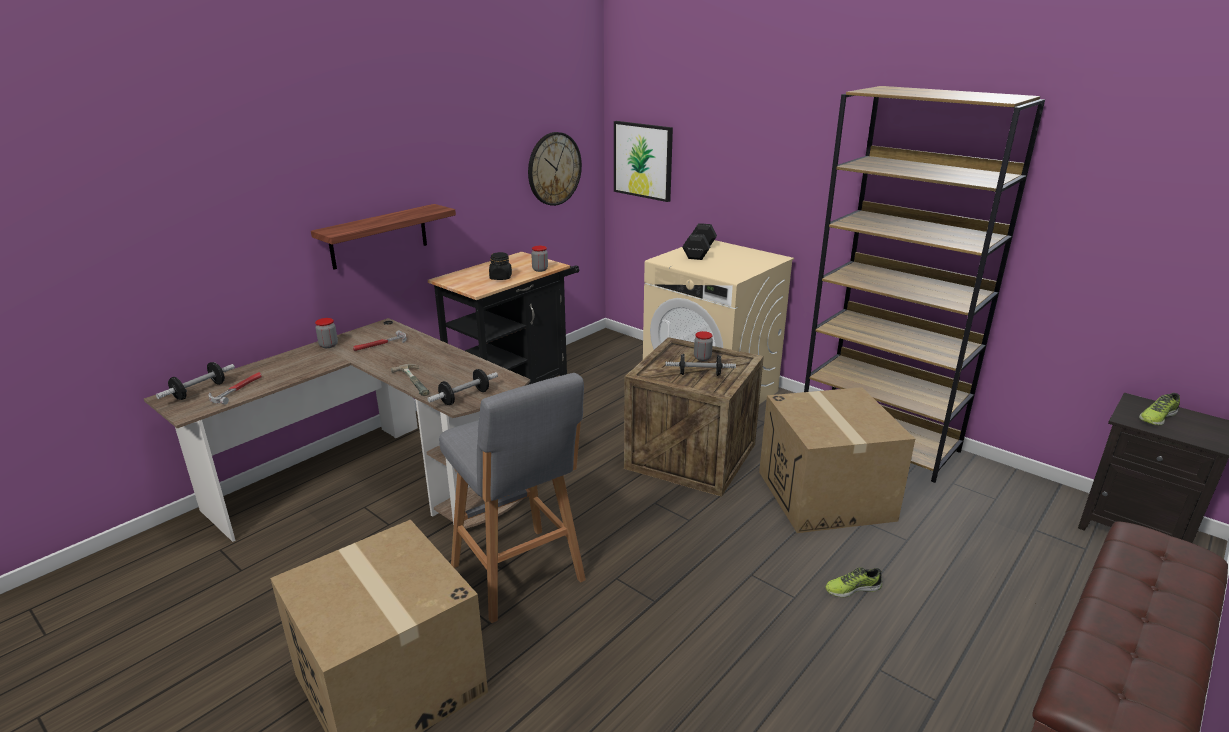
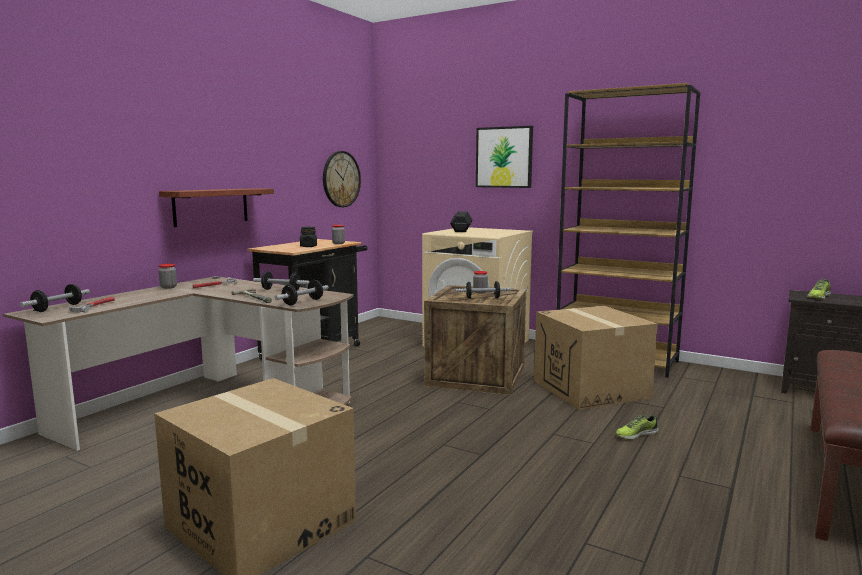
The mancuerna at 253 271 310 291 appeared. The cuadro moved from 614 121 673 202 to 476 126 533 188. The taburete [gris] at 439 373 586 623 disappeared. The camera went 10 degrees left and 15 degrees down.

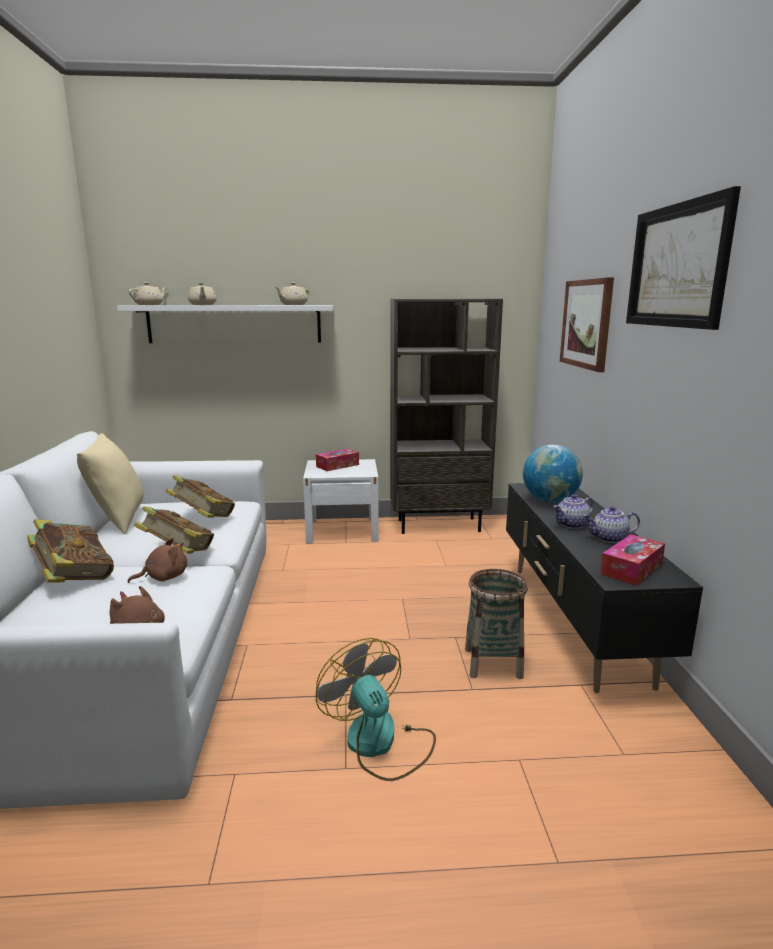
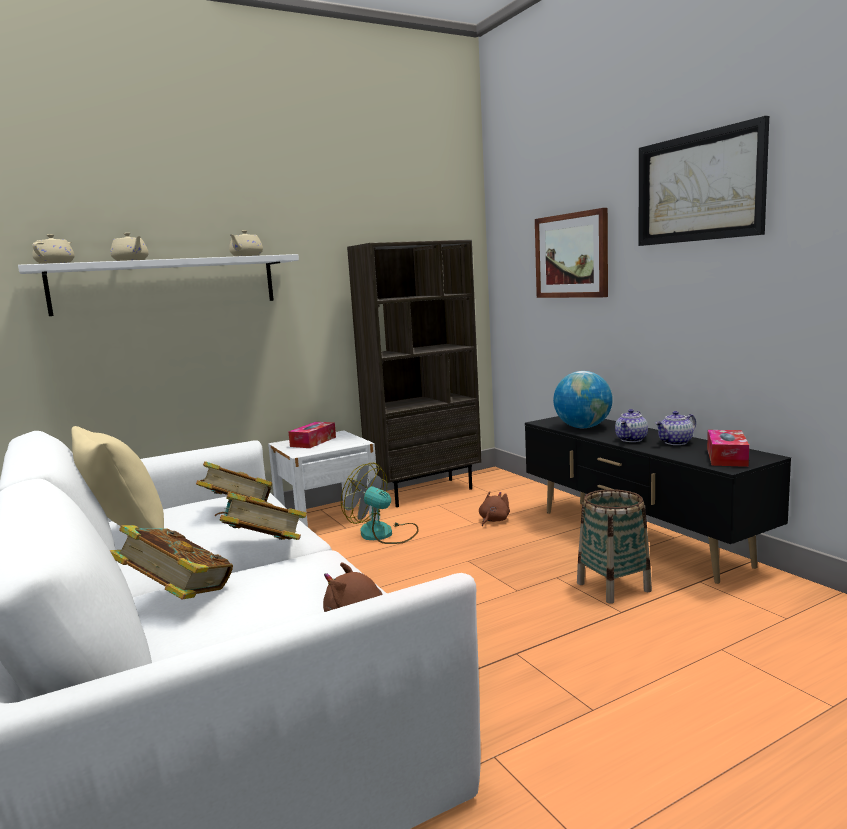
The ventilador moved from 316 638 436 781 to 341 463 419 544. The peluche [marrón] moved from 128 538 187 583 to 479 491 510 526. The camera went 25 degrees left and 5 degrees down.

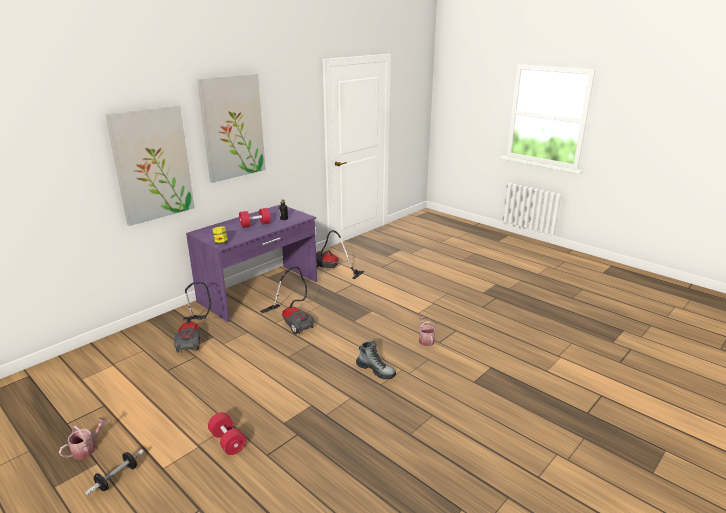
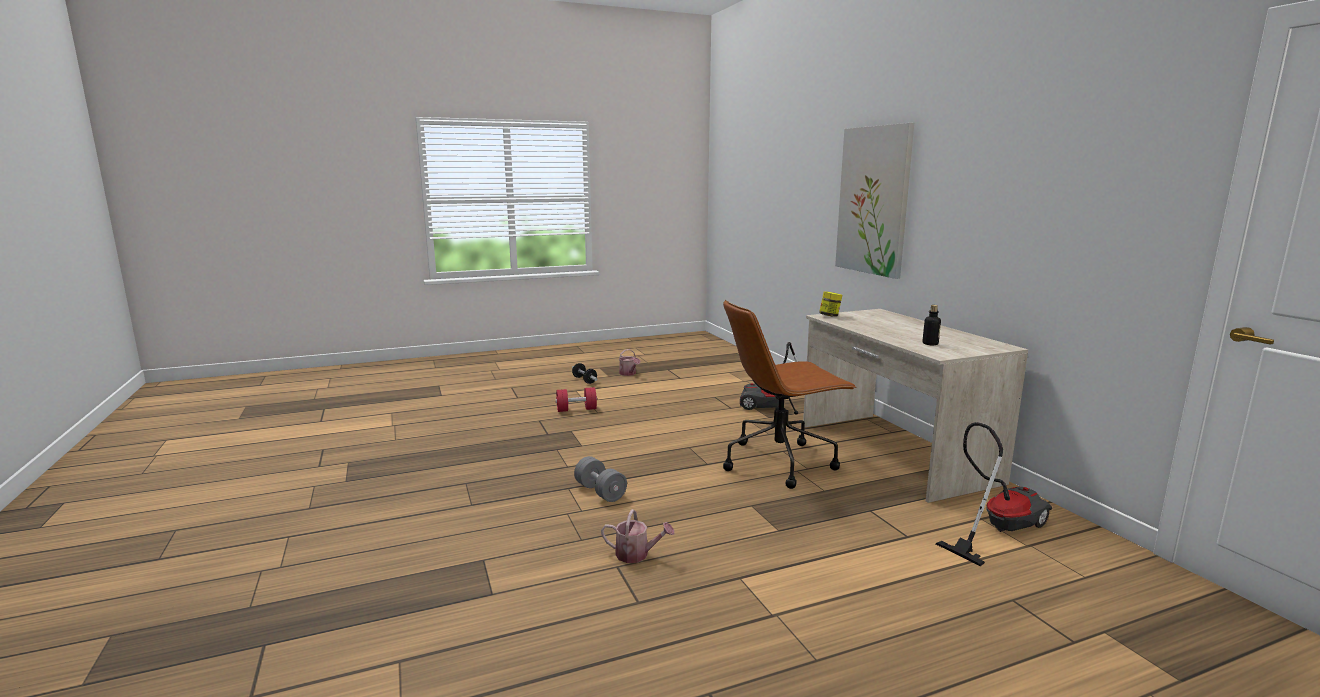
The bota at 356 340 396 379 was replaced by the mancuerna [gris] at 574 456 627 502. The aspiradora at 260 266 314 334 was replaced by the silla de oficina [marrón] at 723 300 857 489. The escritorio [morado] at 186 204 317 322 became the escritorio [beis] at 803 309 1028 503. The cuadro at 197 74 266 183 disappeared. The mancuerna [rojo] at 239 208 270 228 disappeared. The camera went 115 degrees right and 10 degrees down.

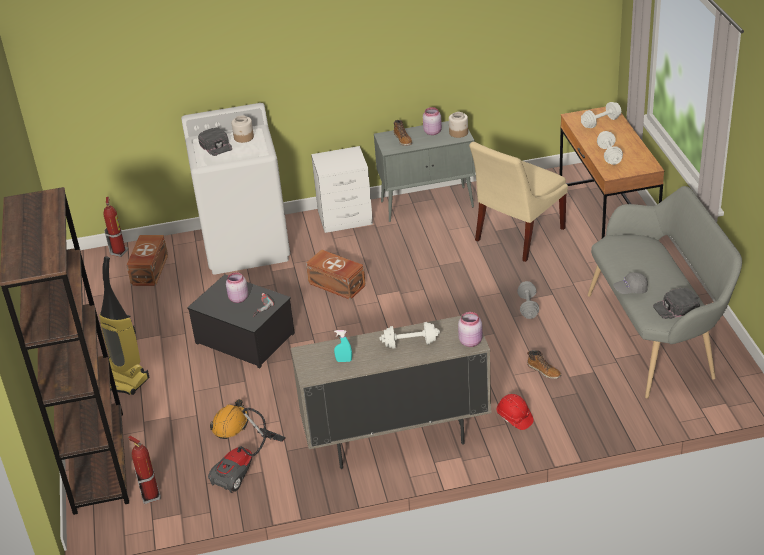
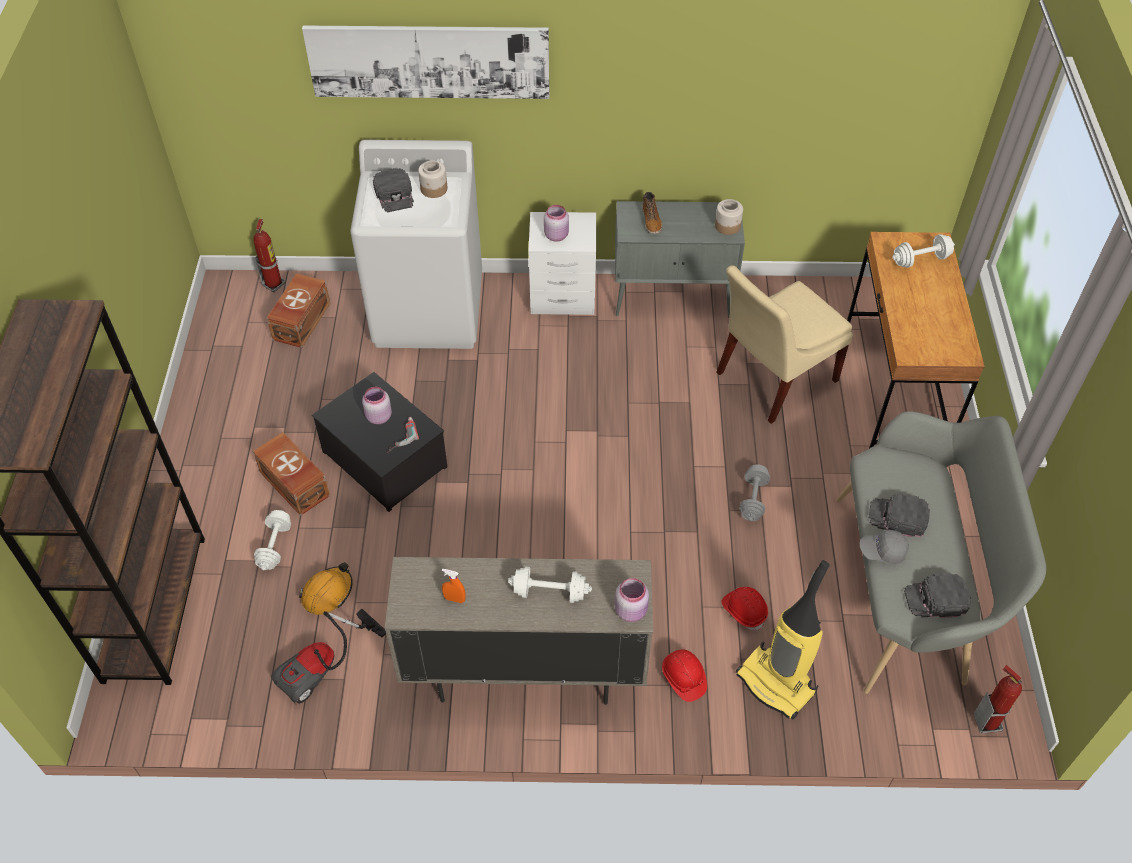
The caja de almacenaje [marrón] moved from 306 250 366 300 to 253 432 330 516. The mancuerna [blanco] moved from 597 131 623 165 to 254 510 291 570. The cuadro at 302 25 550 99 appeared. The pulverizador [turquesa] at 334 330 352 362 became the pulverizador [naranja] at 442 569 466 603. The tarro [rosa] moved from 423 107 442 135 to 544 205 569 242. The bota at 527 350 561 379 was replaced by the casco [rojo] at 721 587 768 630. The aspiradora moved from 99 256 149 395 to 736 560 830 720. The gorra [negro] at 869 493 930 537 appeared. The extintor moved from 128 435 161 504 to 974 665 1022 733. The camera went 10 degrees right and 15 degrees up.

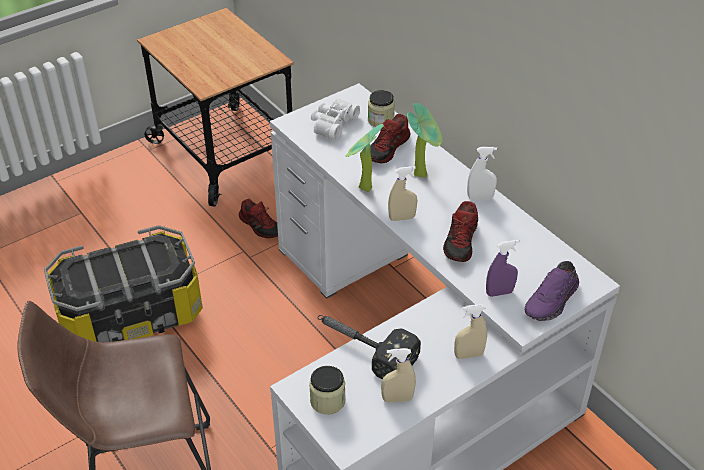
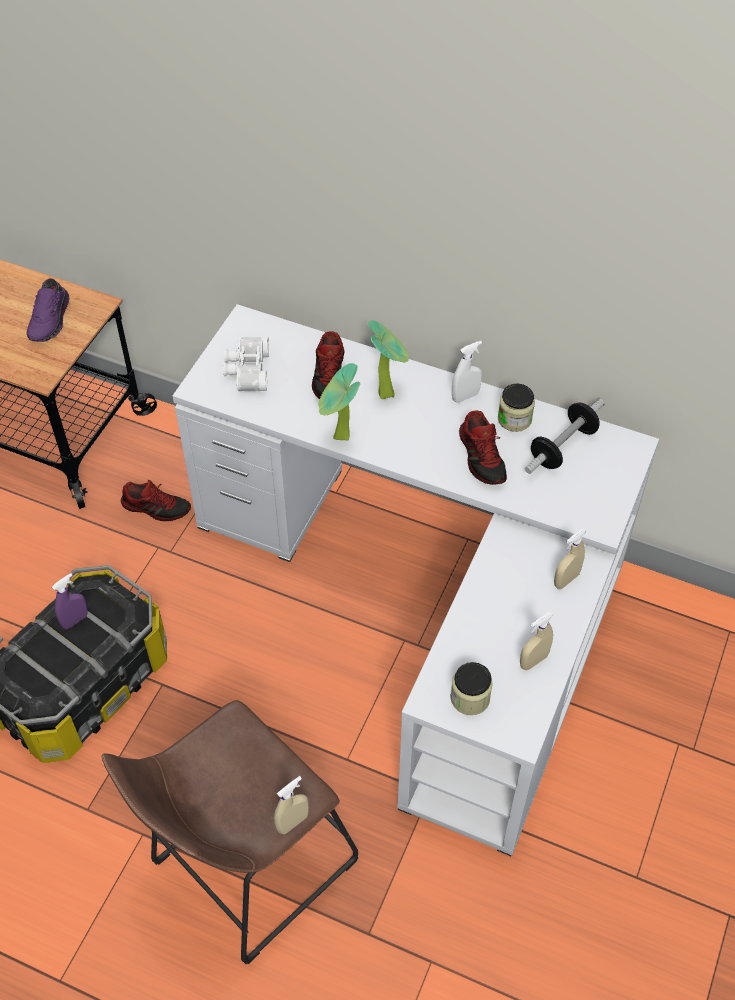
The zapato [morado] moved from 525 261 579 321 to 27 278 69 342. The pulverizador [morado] moved from 486 240 519 297 to 52 573 88 629. The pulverizador [beis] moved from 388 166 417 221 to 274 776 309 834. The tarro moved from 368 90 395 127 to 498 383 535 432. The mancuerna at 525 399 604 474 appeared. The martillo at 318 315 421 379 disappeared. The camera went 30 degrees left and 10 degrees up.

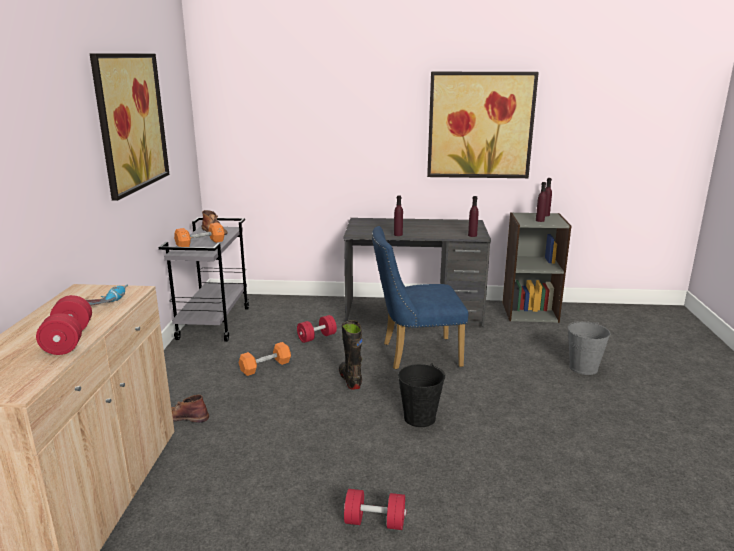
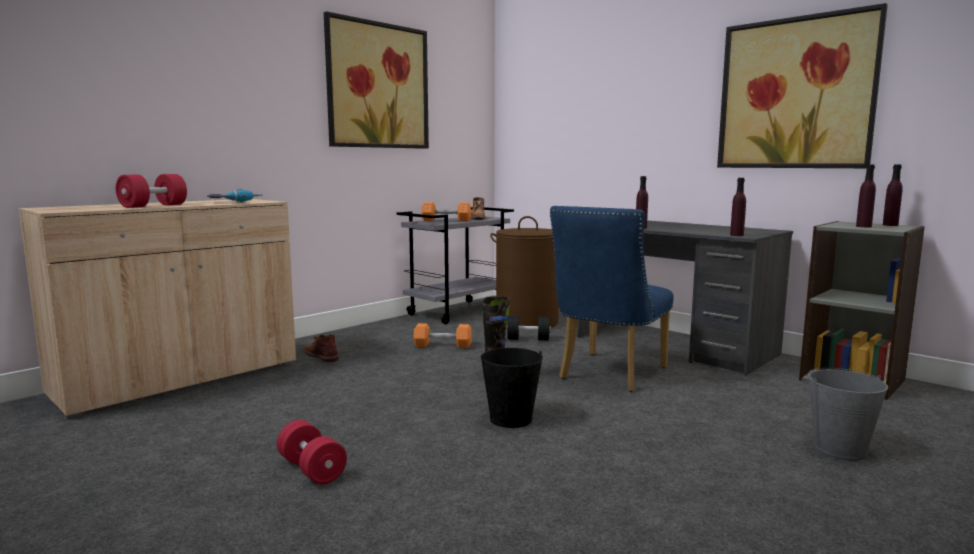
The cesto de la ropa [marrón] at 490 216 559 328 appeared. The mancuerna [rojo] at 297 315 337 343 became the mancuerna [negro] at 506 316 551 340. The silla [azul] at 372 226 468 370 turned 90 degrees counterclockwise. The camera went 40 degrees right and 10 degrees down.

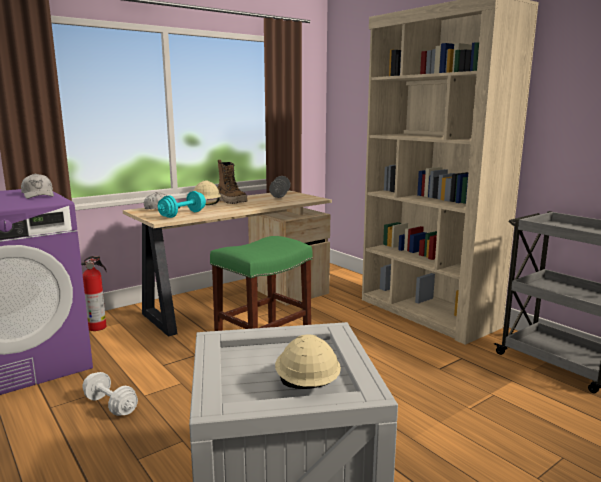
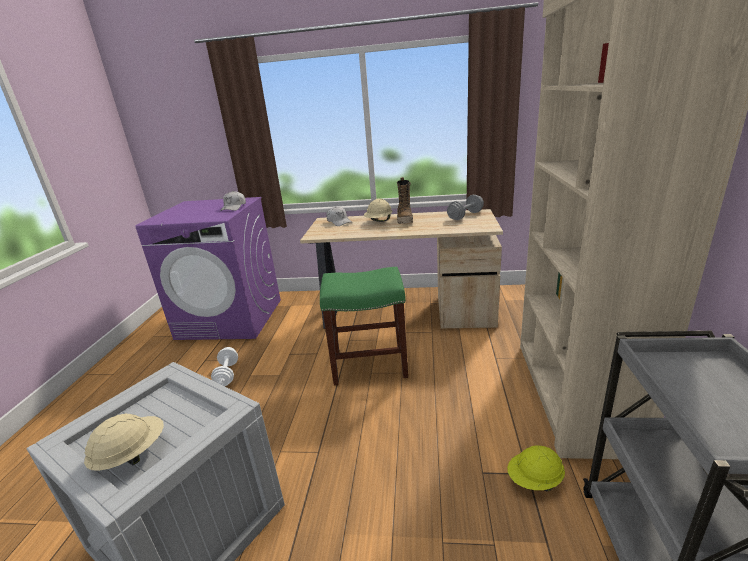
The casco [amarillo] at 507 445 565 492 appeared. The extintor at 81 256 107 331 disappeared. The mancuerna [turquesa] at 158 191 206 218 disappeared. The camera went 45 degrees right and 10 degrees up.

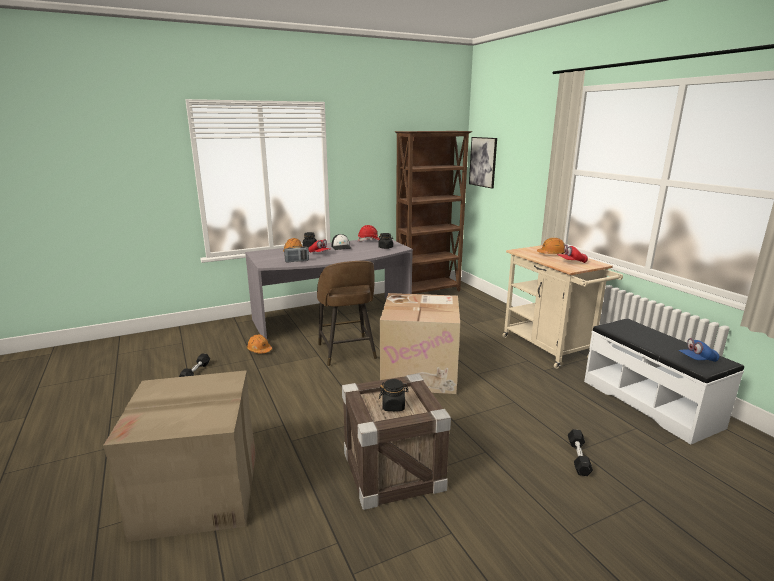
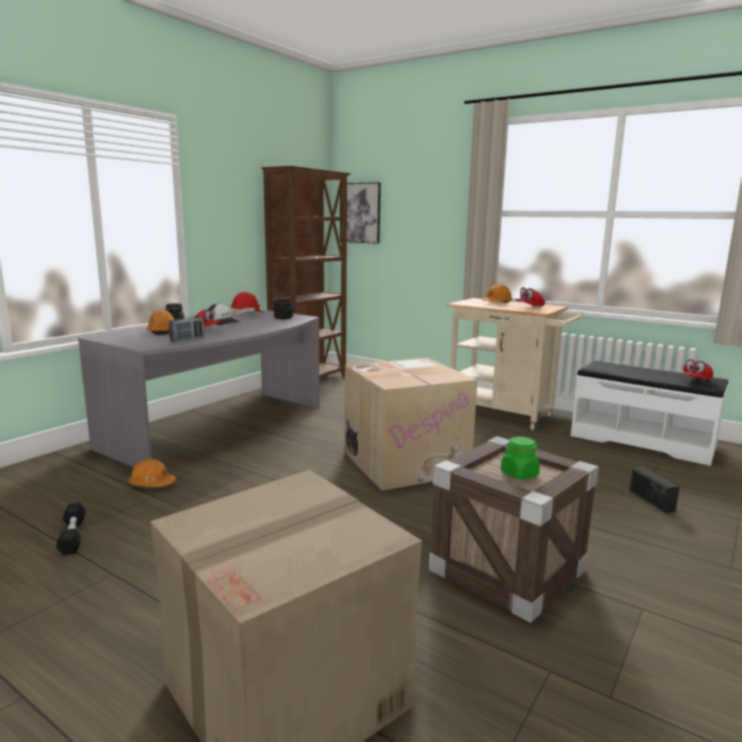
The tarro [negro] at 379 379 409 411 became the tarro [verde] at 501 437 540 480. The mancuerna [negro] at 568 429 593 476 was replaced by the radio at 630 466 679 513. The gorra [azul] at 679 338 720 362 became the gorra [rojo] at 681 359 713 379. The taburete [marrón] at 317 261 377 366 disappeared. The camera went 30 degrees left and 5 degrees down.

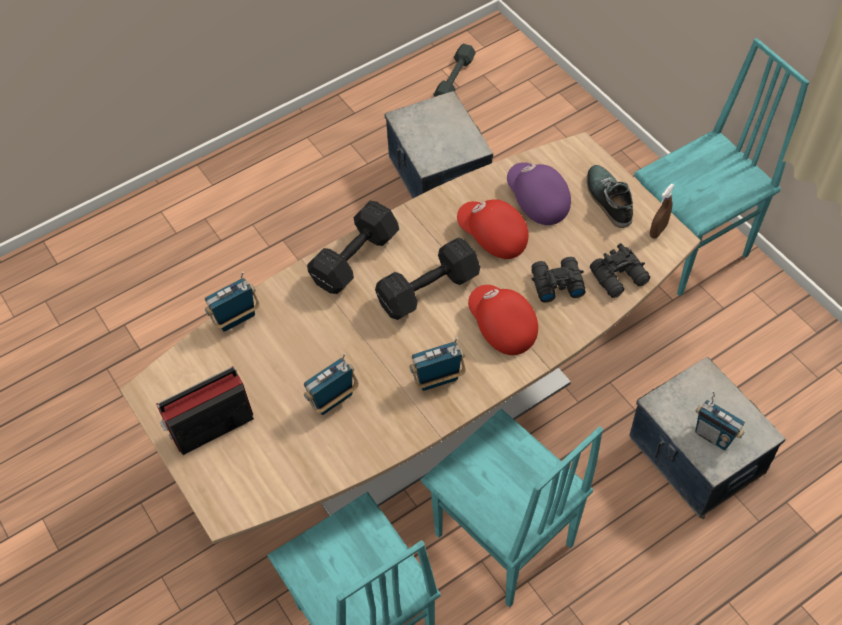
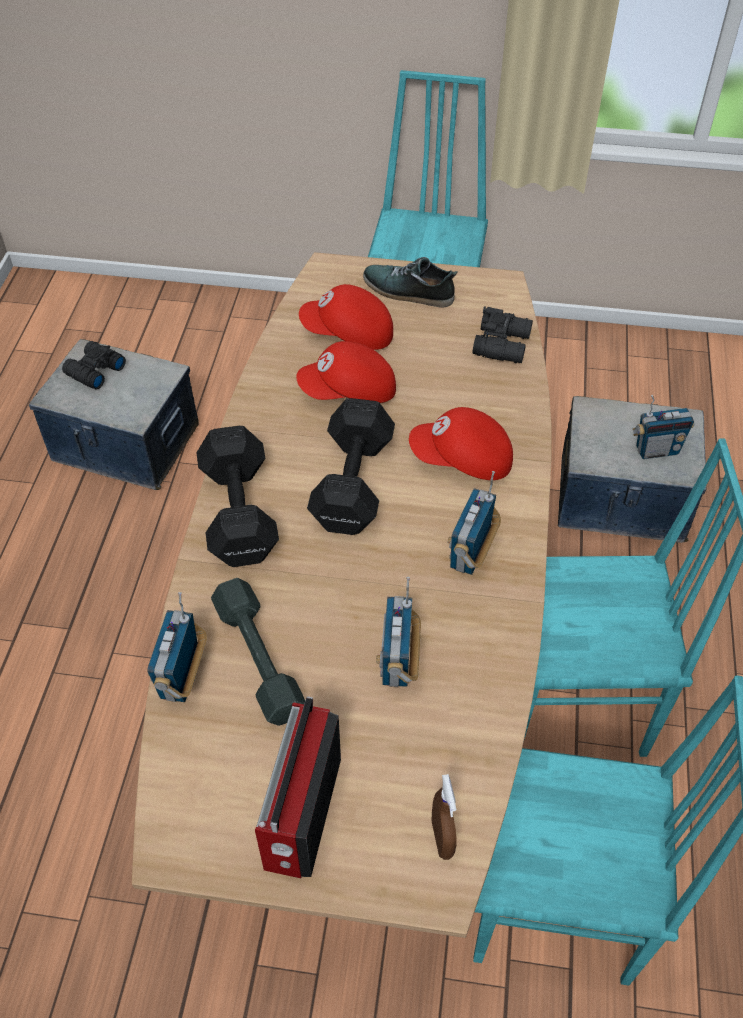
The prismáticos [negro] moved from 531 257 585 303 to 62 341 126 389. The mancuerna [gris] moved from 433 44 476 97 to 211 578 305 726. The gorra [morado] at 507 162 571 225 became the gorra [rojo] at 299 284 393 350. The pulverizador [marrón] moved from 650 184 674 239 to 432 774 457 860. The camera went 50 degrees left and 5 degrees down.

